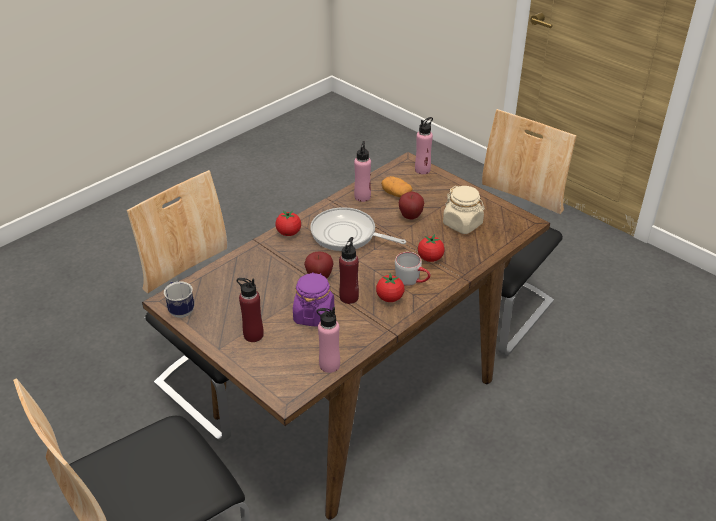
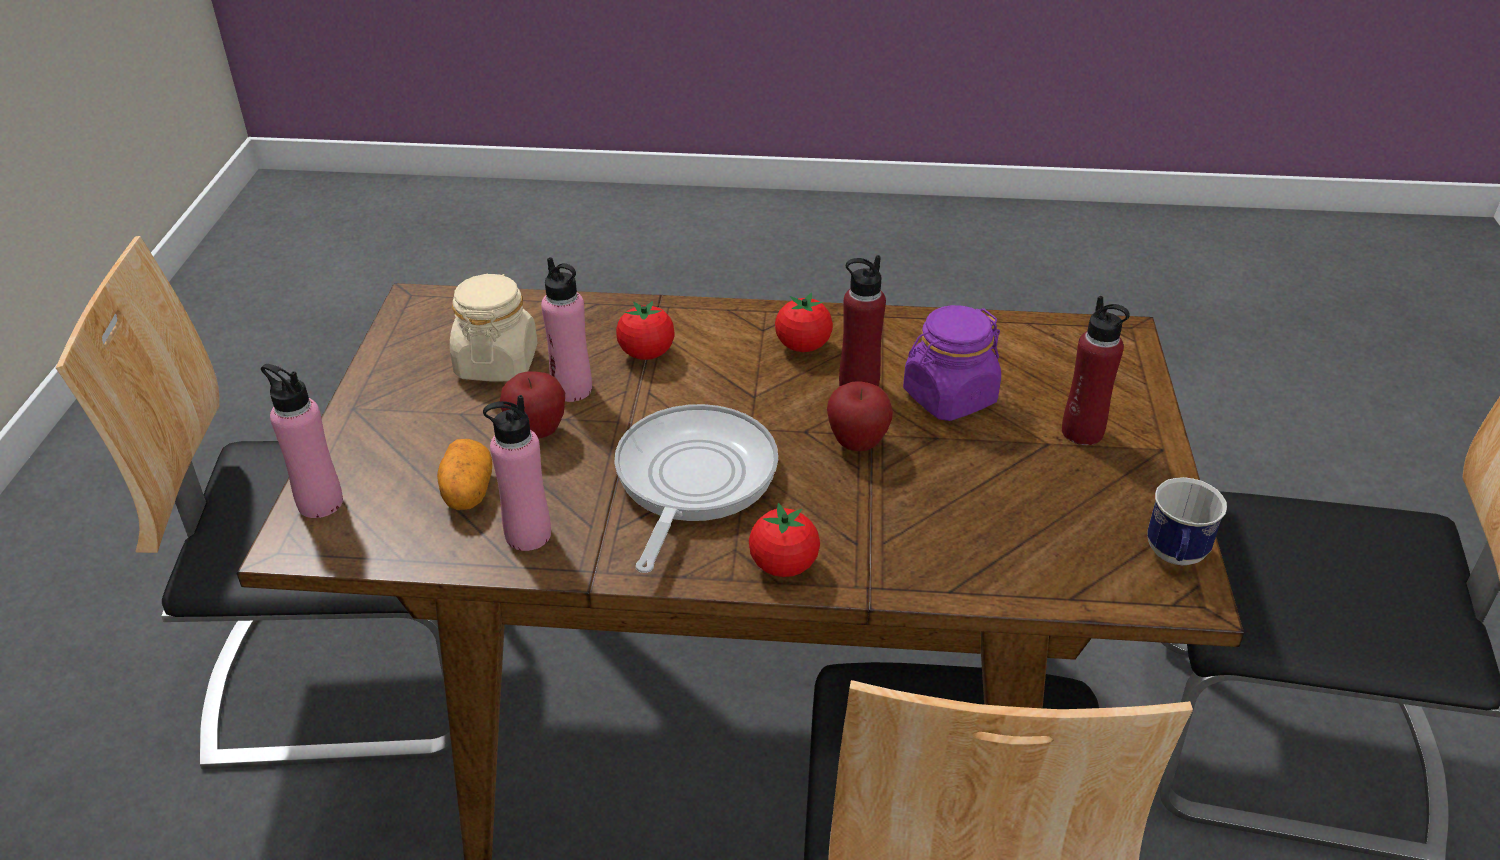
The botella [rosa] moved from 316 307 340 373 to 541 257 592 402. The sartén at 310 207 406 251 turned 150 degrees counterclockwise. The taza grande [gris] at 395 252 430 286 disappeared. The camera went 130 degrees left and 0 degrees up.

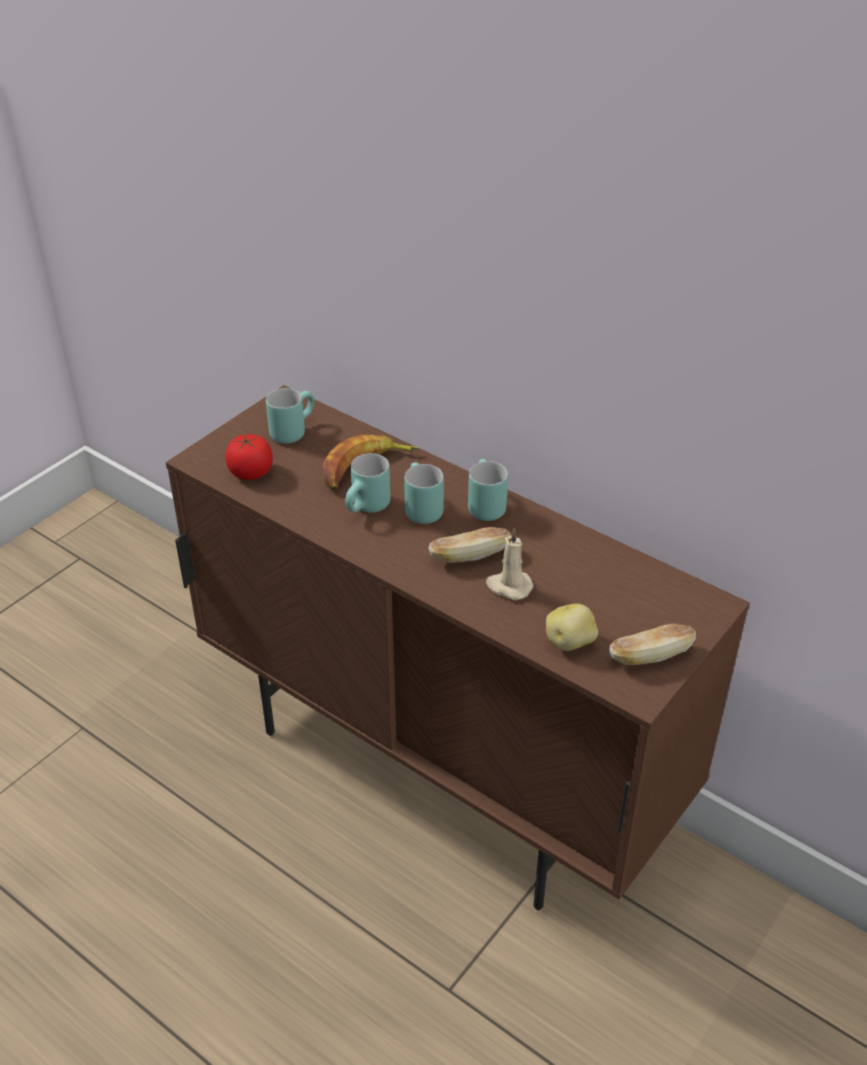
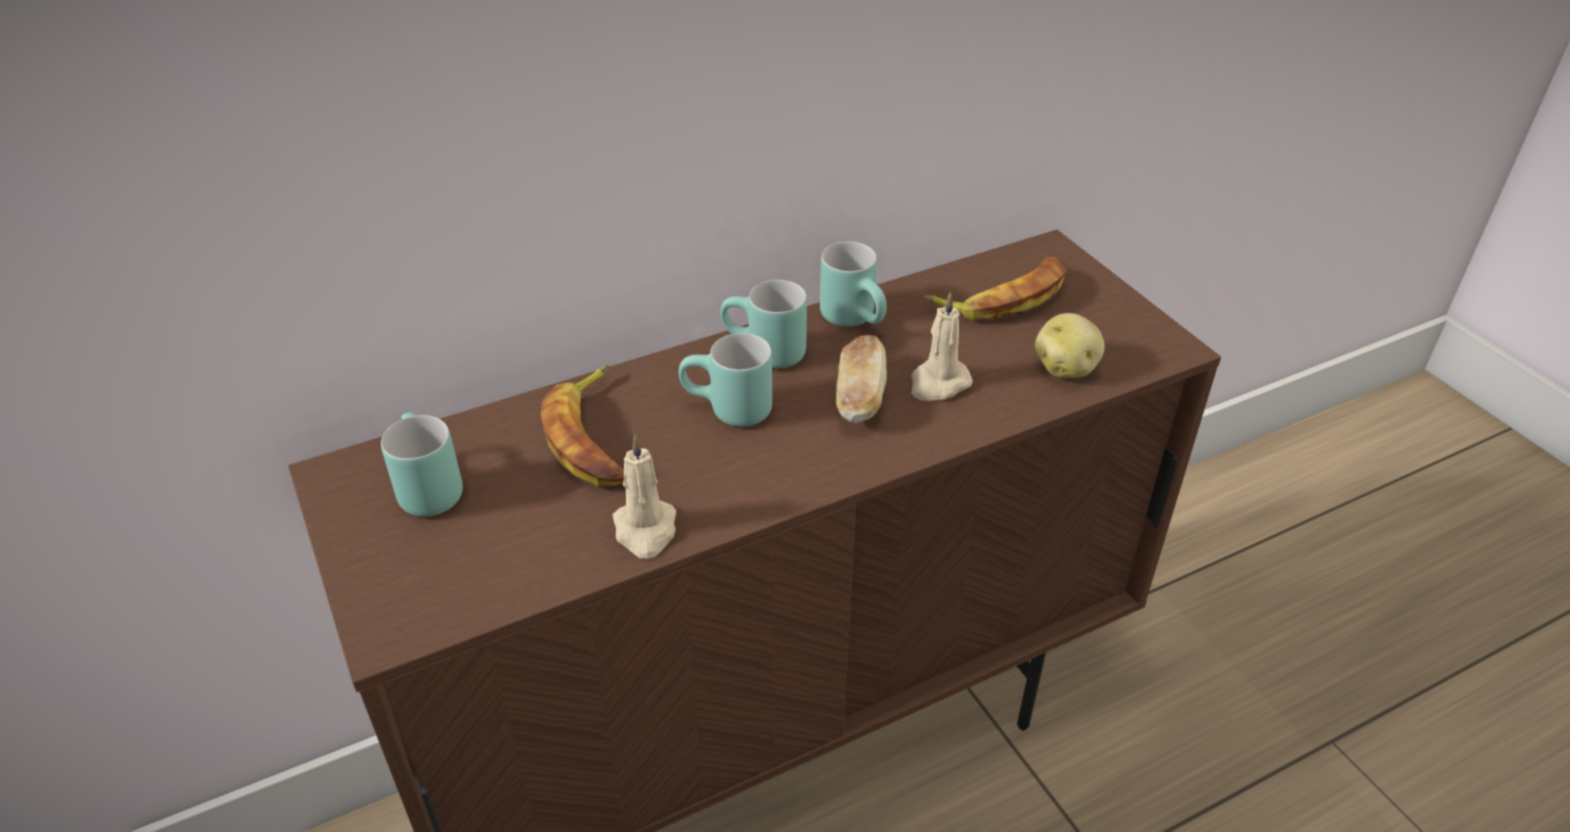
The vela [beis] at 613 434 676 559 appeared. The taza grande [turquesa] moved from 345 453 391 513 to 820 241 887 327. The plátano at 923 257 1066 320 appeared. The tomate at 225 434 273 480 disappeared. The pan at 609 623 696 665 disappeared. The camera went 65 degrees left and 0 degrees up.

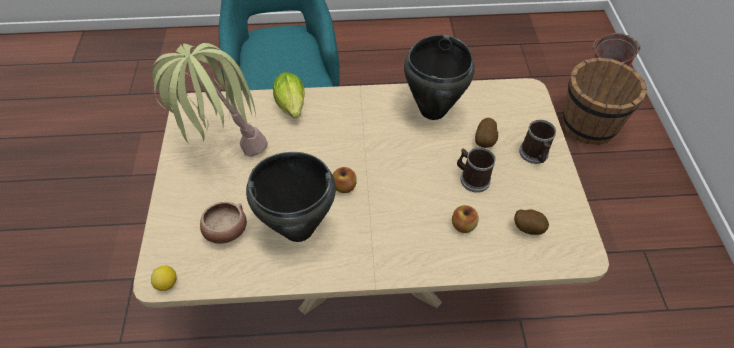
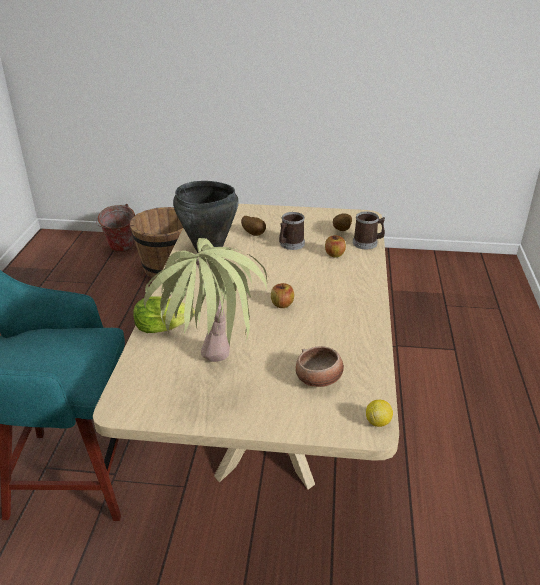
The taza grande moved from 519 120 556 164 to 353 211 385 249. The olla [negro] at 246 152 336 242 disappeared. The camera went 80 degrees left and 20 degrees down.

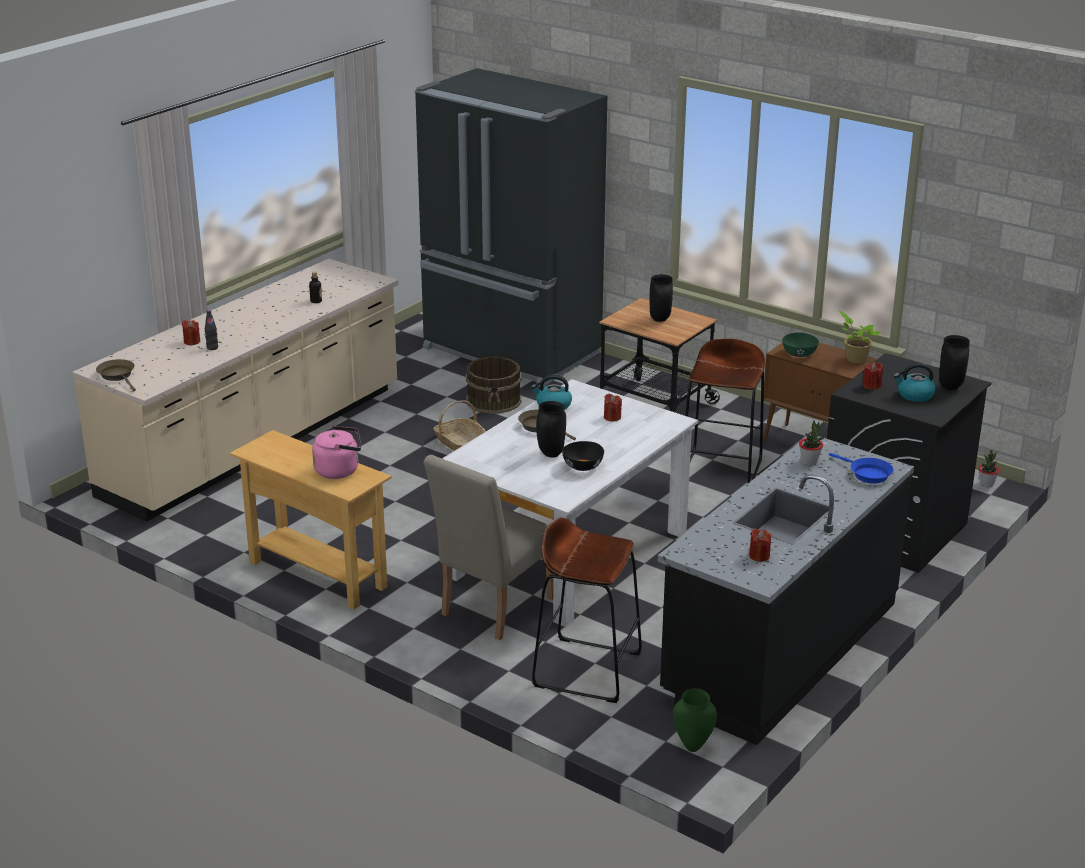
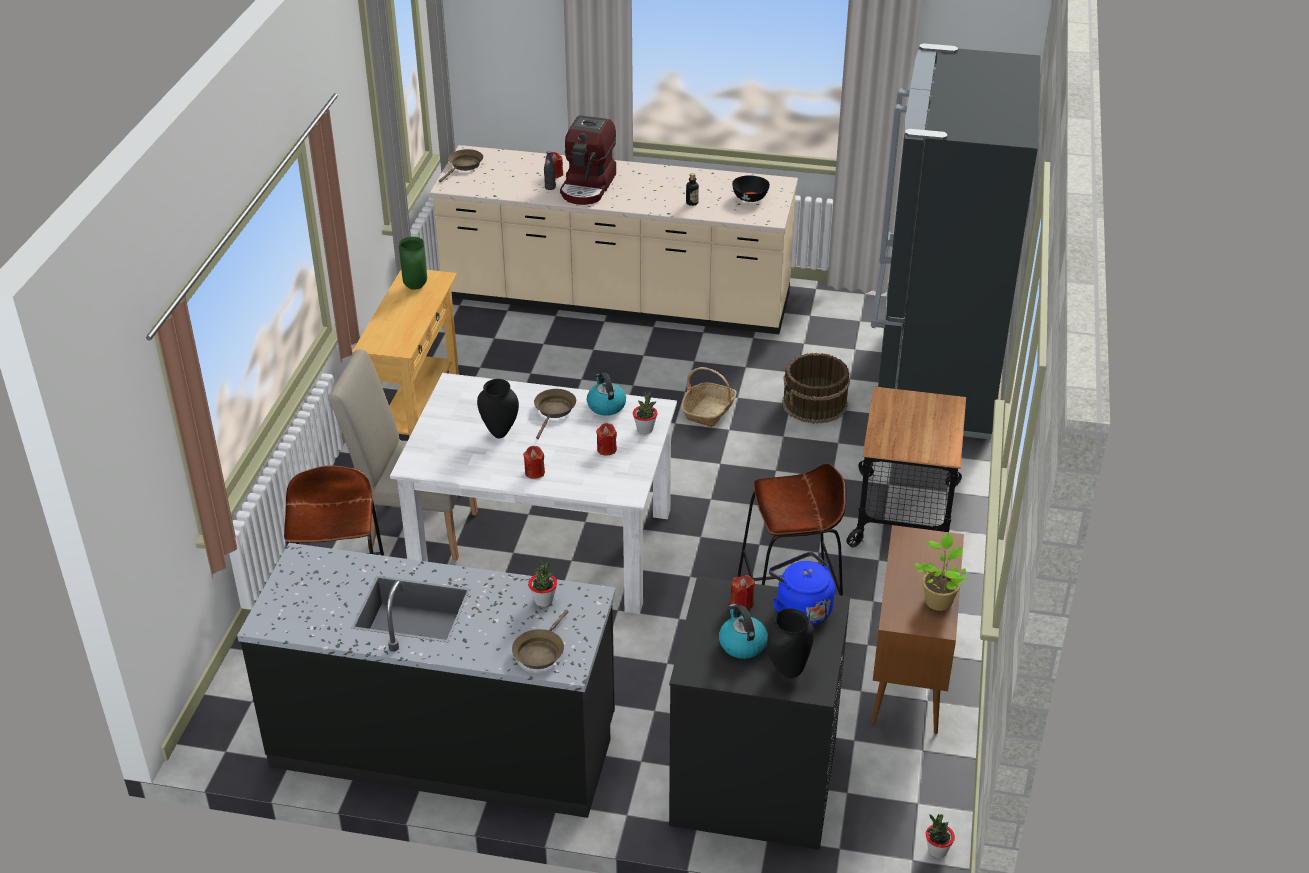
The florero [verde] moved from 673 689 717 752 to 399 237 427 290. The sartén [azul] at 829 453 894 484 became the sartén [marrón] at 512 610 568 669. The vela [rojo] moved from 749 528 771 562 to 523 446 545 479. The cafetera at 560 115 616 205 appeared. The planta en maceta at 633 391 657 434 appeared. The cuenco [negro] moved from 562 441 604 471 to 732 175 770 202. The hervidor [azul] at 769 552 835 625 appeared. The hervidor [rosa] at 312 426 361 479 disappeared. The florero [negro] at 650 274 673 322 disappeared. The cuenco [verde] at 782 332 819 357 disappeared. The camera went 65 degrees right and 10 degrees up.

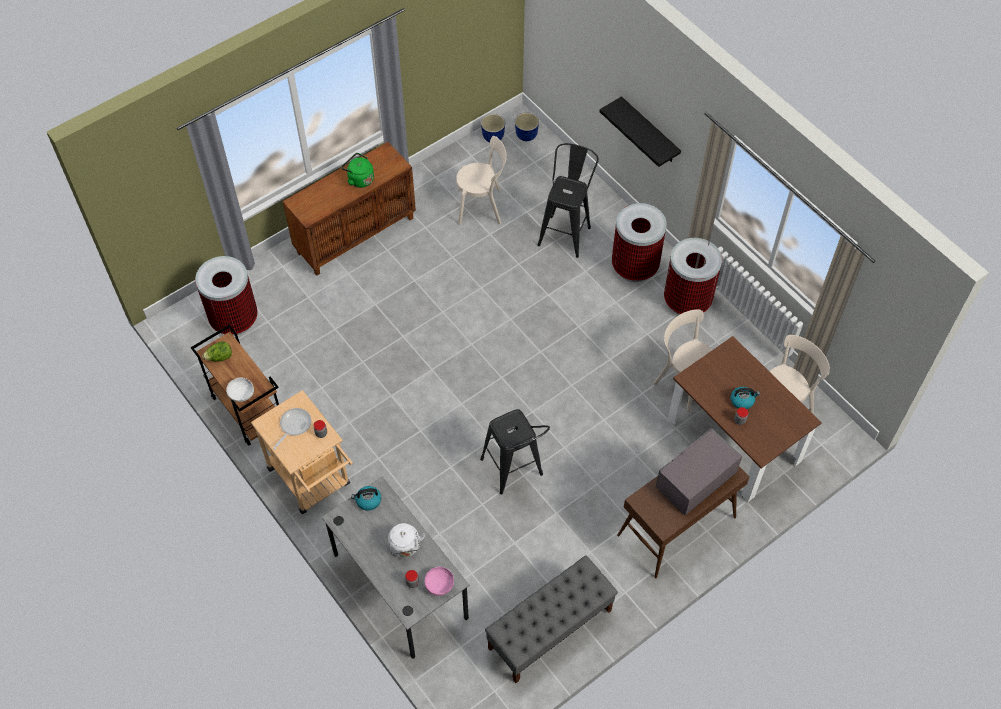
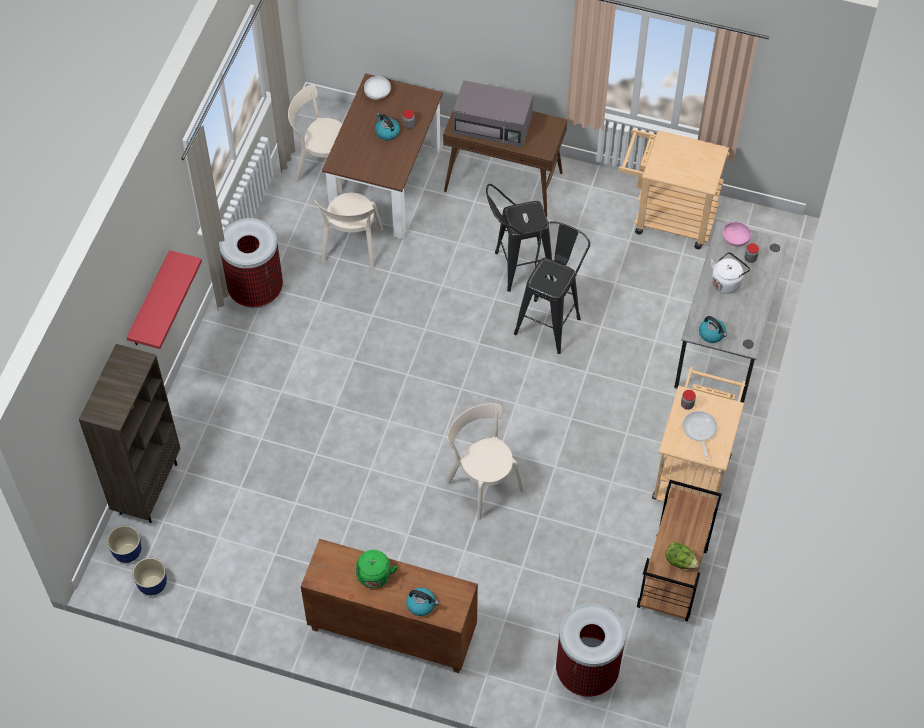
The estantería [marrón] at 79 344 180 523 appeared. The estante [negro] at 600 96 681 167 became the estante [rojo] at 126 250 202 349. The cuenco [blanco] moved from 226 378 254 402 to 364 76 391 100. The hervidor at 406 588 439 616 appeared. The silla [beis] moved from 456 136 507 225 to 446 403 524 520. The taburete [negro] moved from 538 143 599 258 to 486 184 554 292. The banco [gris] at 485 555 618 683 was replaced by the carrito [beis] at 618 129 729 249. The sartén at 273 408 311 449 turned 90 degrees clockwise. The papelera at 612 203 667 282 disappeared. The camera went 125 degrees left and 0 degrees up.

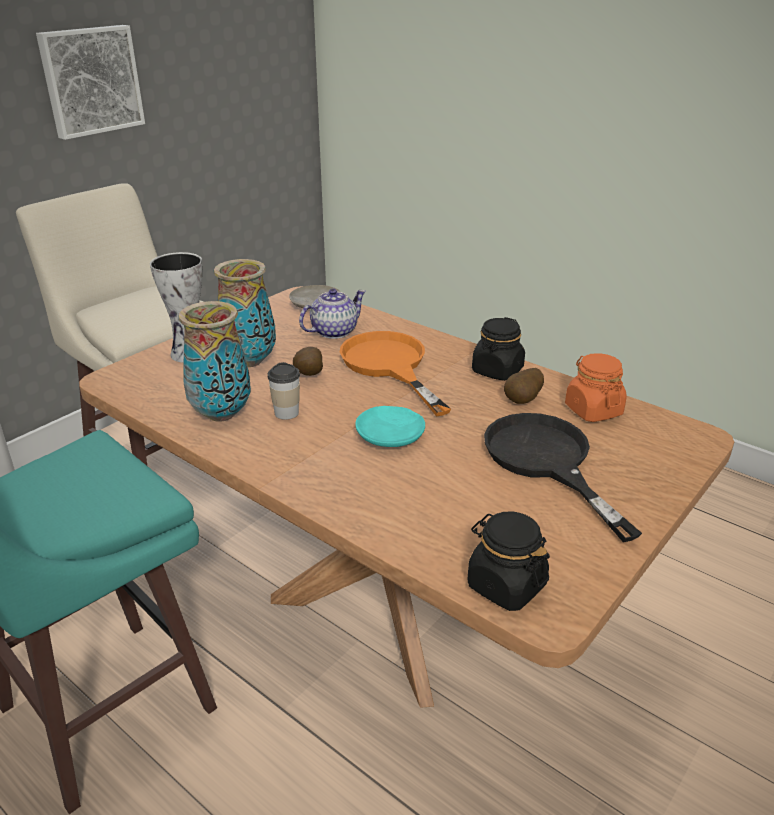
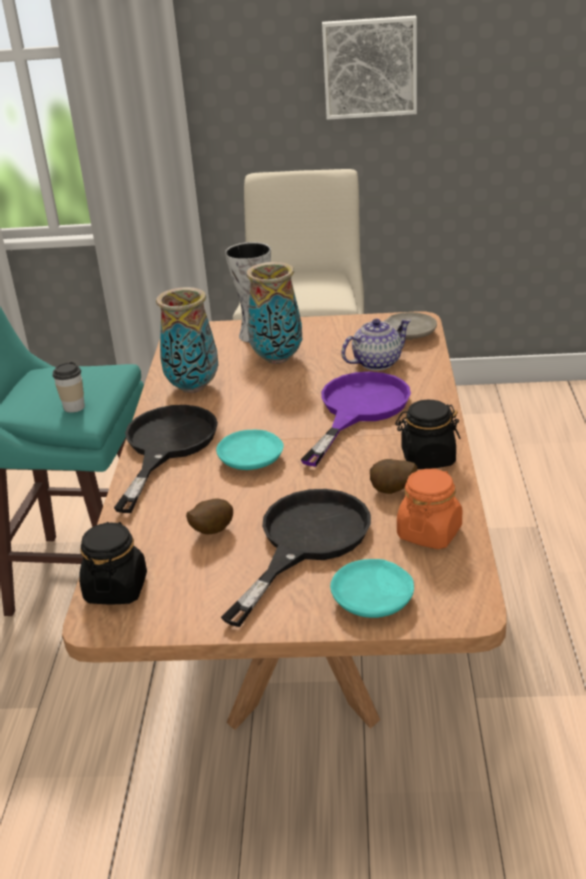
The taza moved from 268 362 300 420 to 53 362 85 413. The sartén [negro] at 114 405 218 513 appeared. The patata moved from 293 347 323 376 to 186 498 233 534. The sartén [naranja] at 340 331 451 416 became the sartén [morado] at 301 371 411 467. The plato [turquesa] at 330 559 414 618 appeared. The tetera at 299 289 366 339 turned 45 degrees counterclockwise. The camera went 55 degrees right and 0 degrees up.

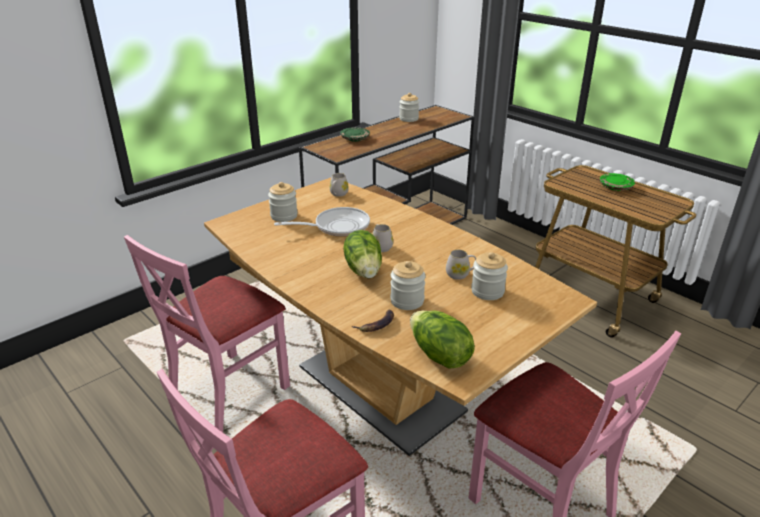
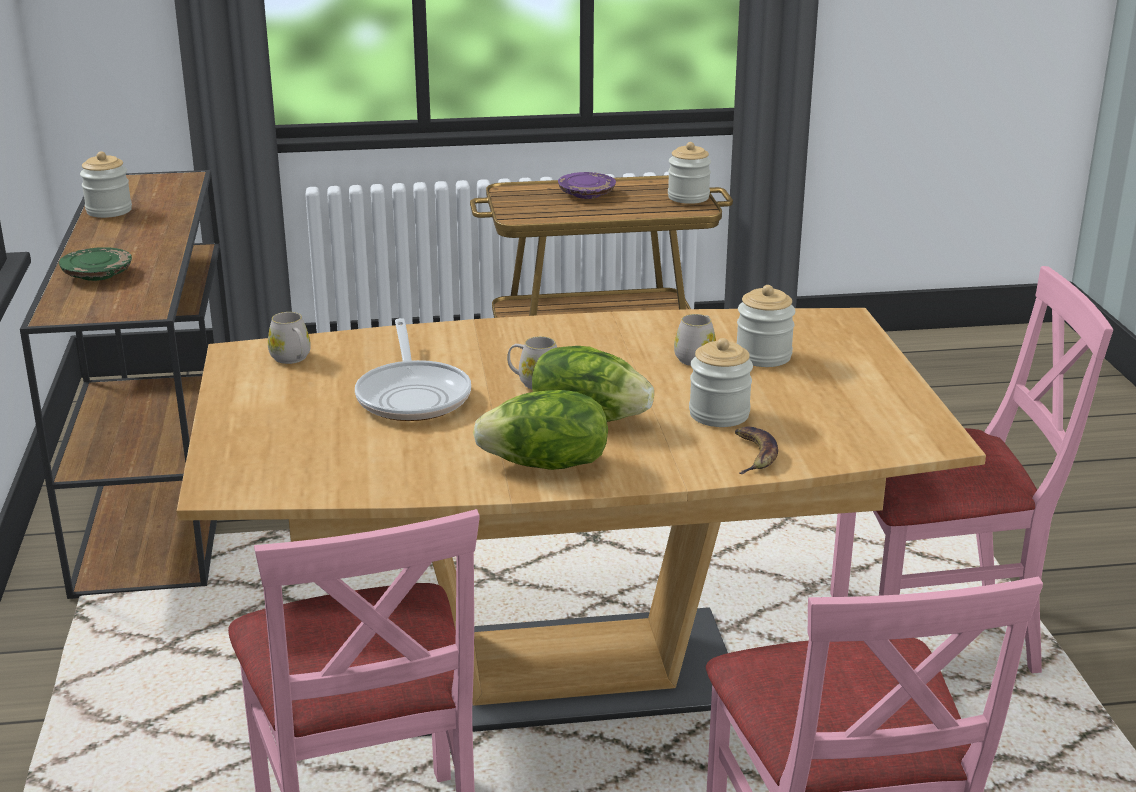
The sartén at 274 207 370 237 turned 150 degrees clockwise. The lechuga moved from 410 310 475 368 to 473 390 608 470. The plato [verde] at 600 173 635 191 became the plato [morado] at 558 172 616 199. The tarro moved from 268 182 298 222 to 668 142 711 204. The camera went 55 degrees left and 5 degrees down.

